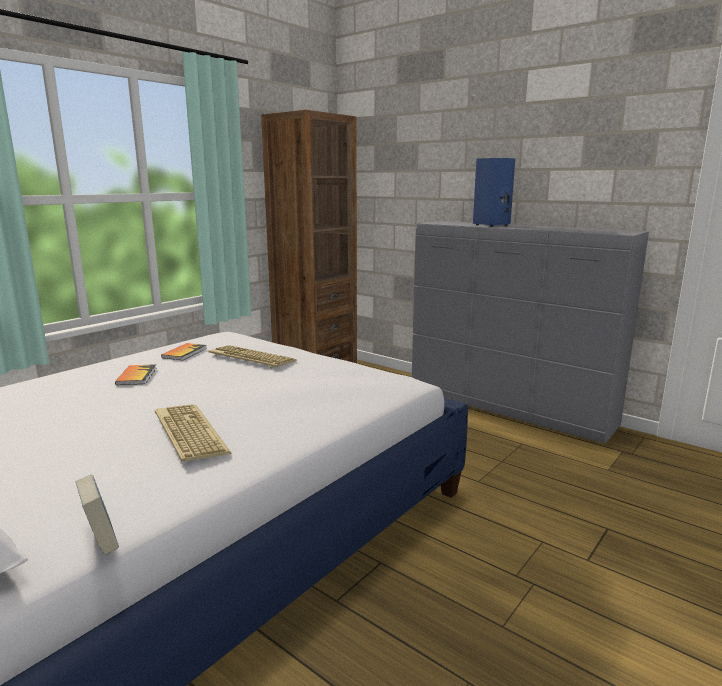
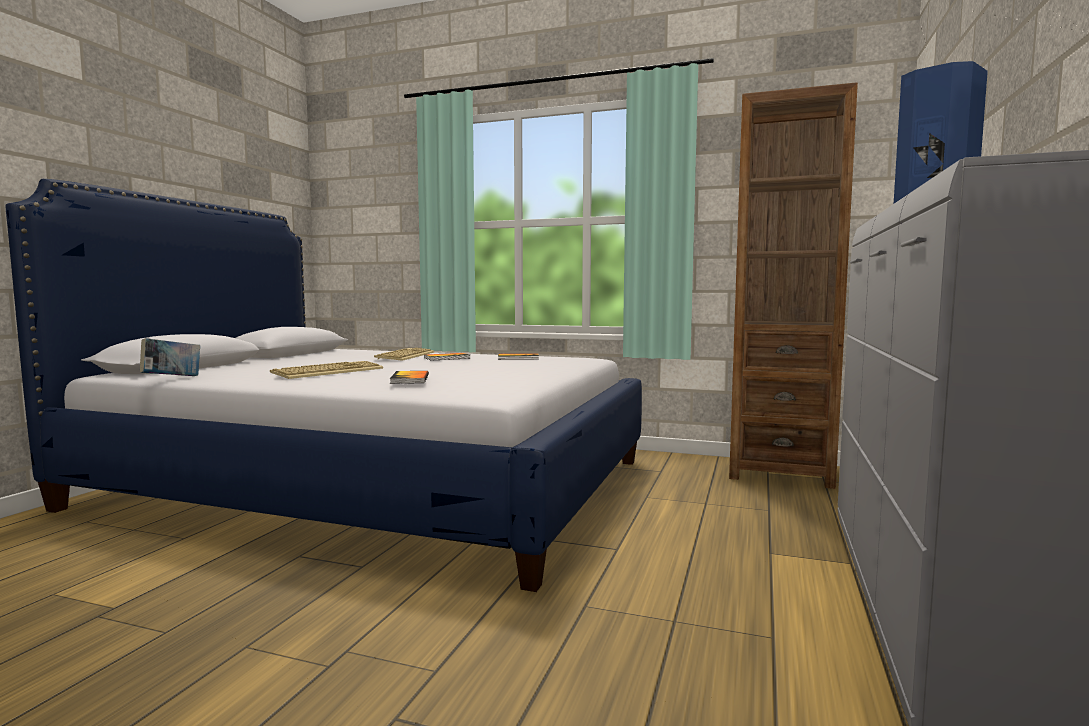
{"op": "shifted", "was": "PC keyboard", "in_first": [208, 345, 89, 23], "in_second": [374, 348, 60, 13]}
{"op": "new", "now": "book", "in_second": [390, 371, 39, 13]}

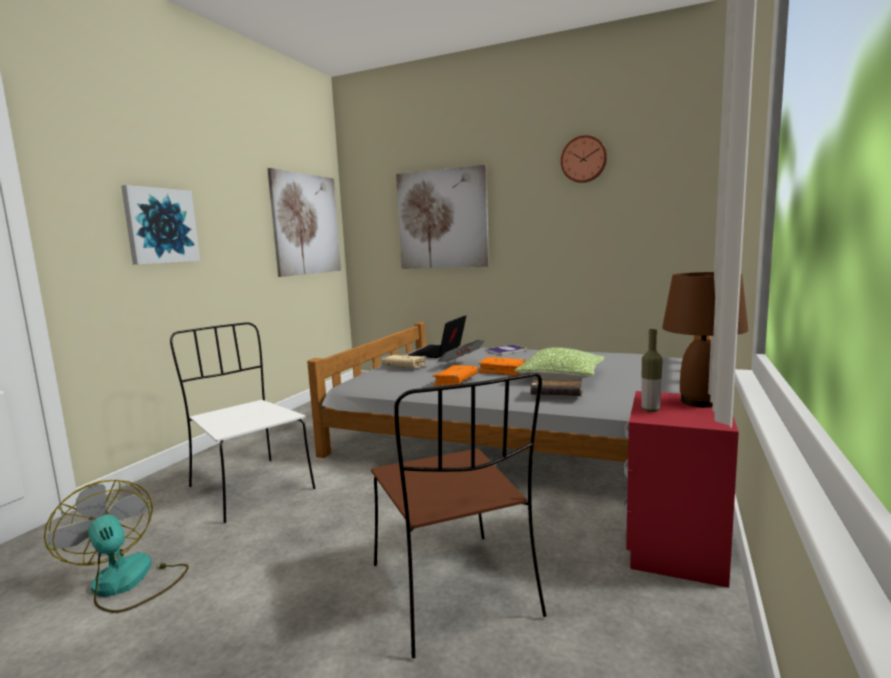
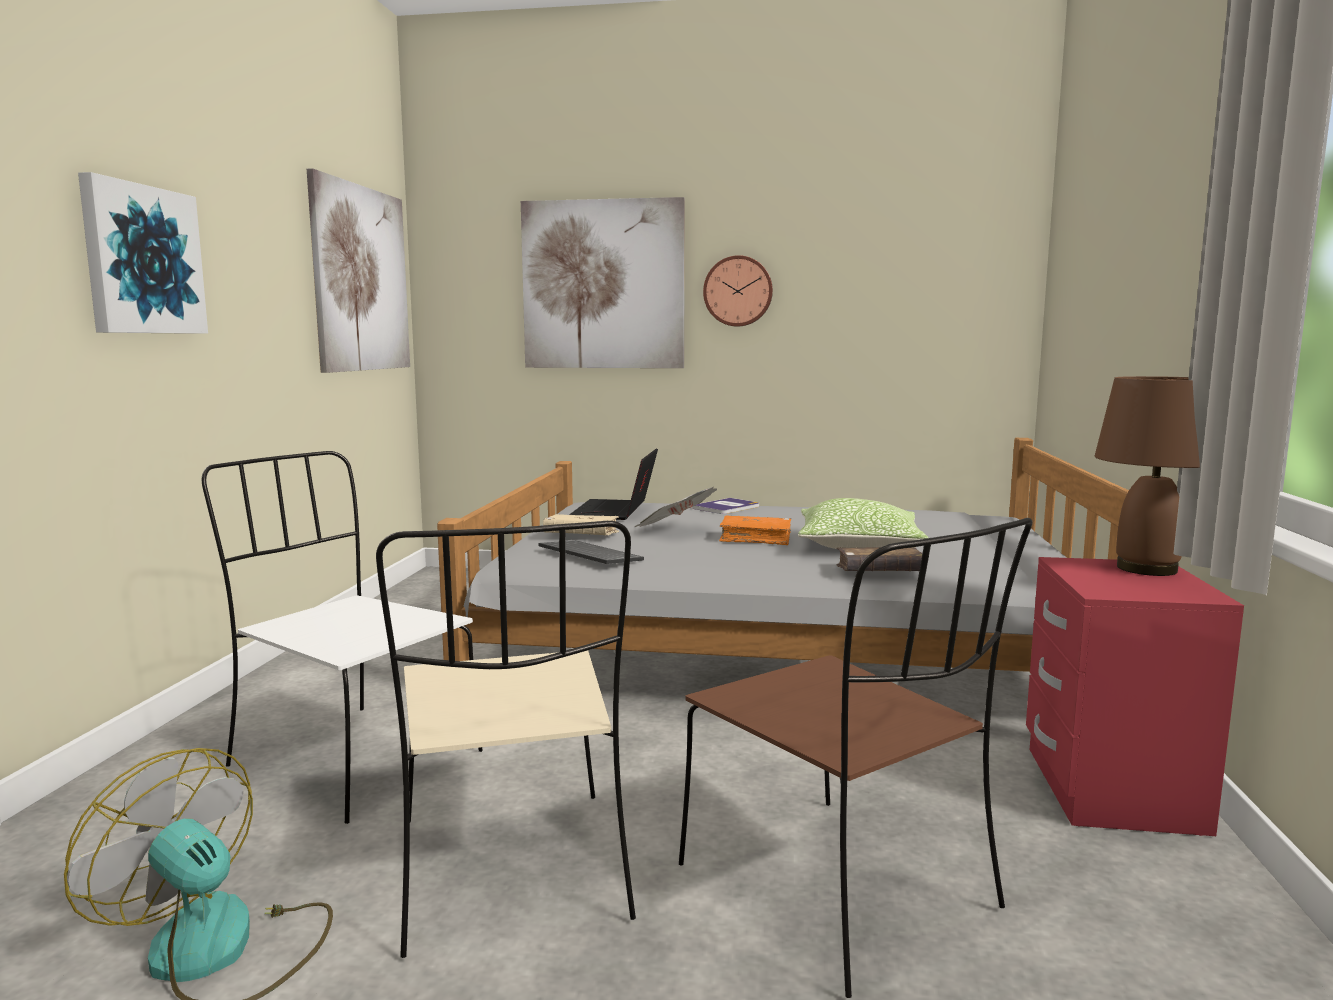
{"op": "gone", "was": "orange-coloured book", "in_first": [432, 365, 46, 21]}
{"op": "shifted", "was": "clock on the wall", "in_first": [561, 135, 46, 48], "in_second": [703, 255, 70, 72]}
{"op": "gone", "was": "drink bottle", "in_first": [641, 329, 22, 83]}
{"op": "new", "now": "beige-coloured plain chair", "in_second": [376, 521, 260, 437]}
{"op": "new", "now": "PC keyboard", "in_second": [538, 540, 106, 24]}

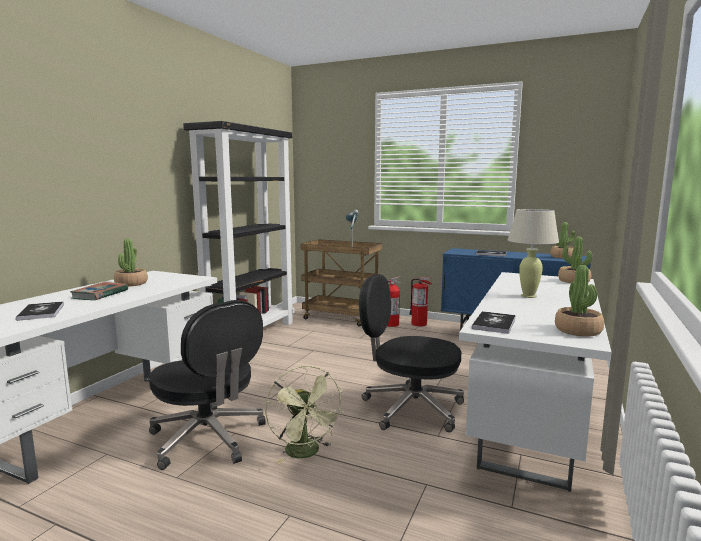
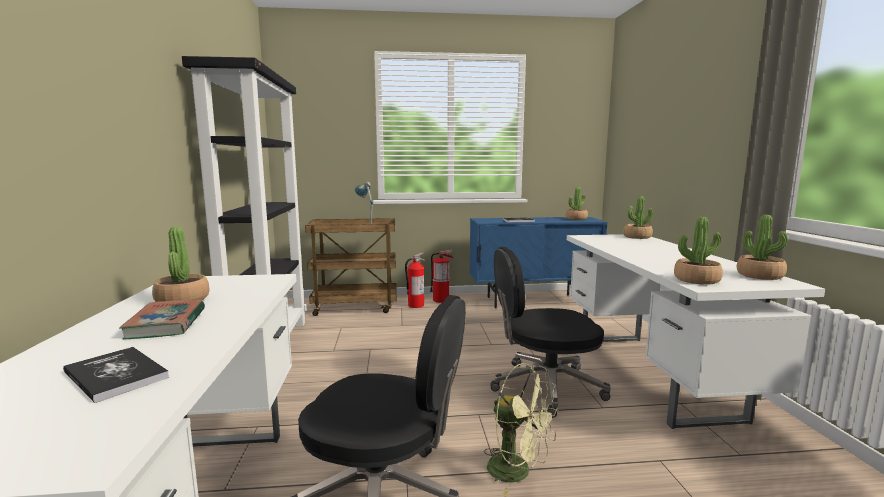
{"op": "swapped", "was": "book", "now": "plant in a pot", "in_first": [472, 311, 44, 23], "in_second": [674, 217, 49, 68]}
{"op": "gone", "was": "beige-coloured tabletop lamp", "in_first": [508, 209, 51, 89]}

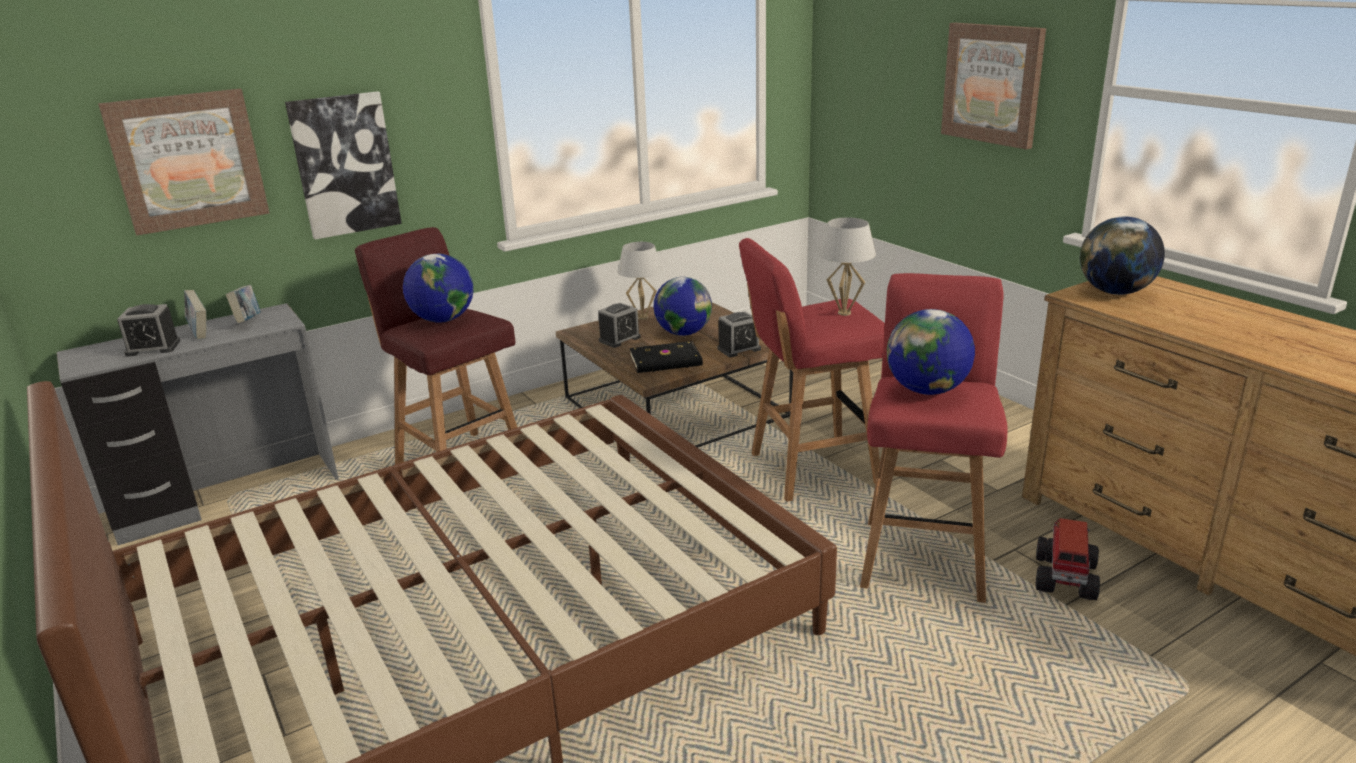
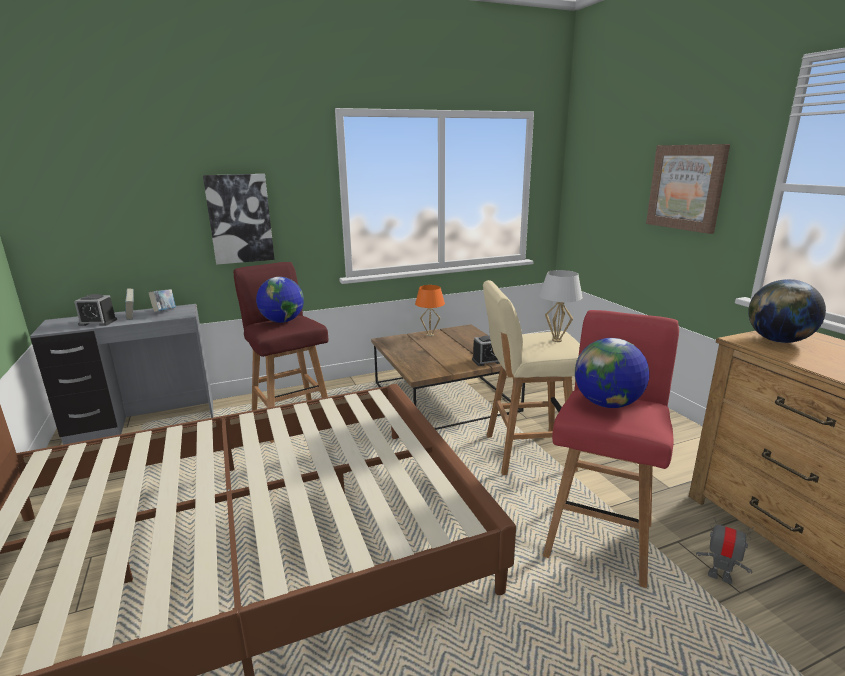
{"op": "gone", "was": "wall art", "in_first": [98, 89, 171, 146]}
{"op": "gone", "was": "alarm clock", "in_first": [598, 303, 43, 45]}
{"op": "repainted", "was": "white-coloured tabletop lamp", "now": "orange-coloured tabletop lamp", "in_first": [618, 242, 44, 78], "in_second": [415, 285, 30, 51]}
{"op": "gone", "was": "black book", "in_first": [630, 341, 73, 32]}
{"op": "gone", "was": "globe", "in_first": [654, 277, 58, 59]}
{"op": "repainted", "was": "red stool seat", "now": "beige-coloured stool seat", "in_first": [739, 238, 146, 264], "in_second": [483, 280, 97, 195]}
{"op": "swapped", "was": "model truck", "now": "robot figure", "in_first": [1035, 518, 65, 82], "in_second": [696, 517, 58, 67]}

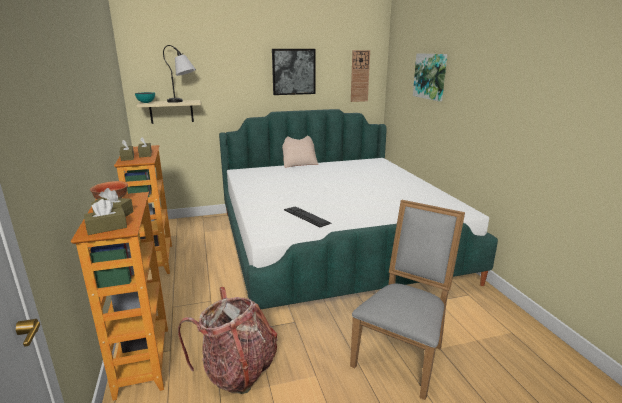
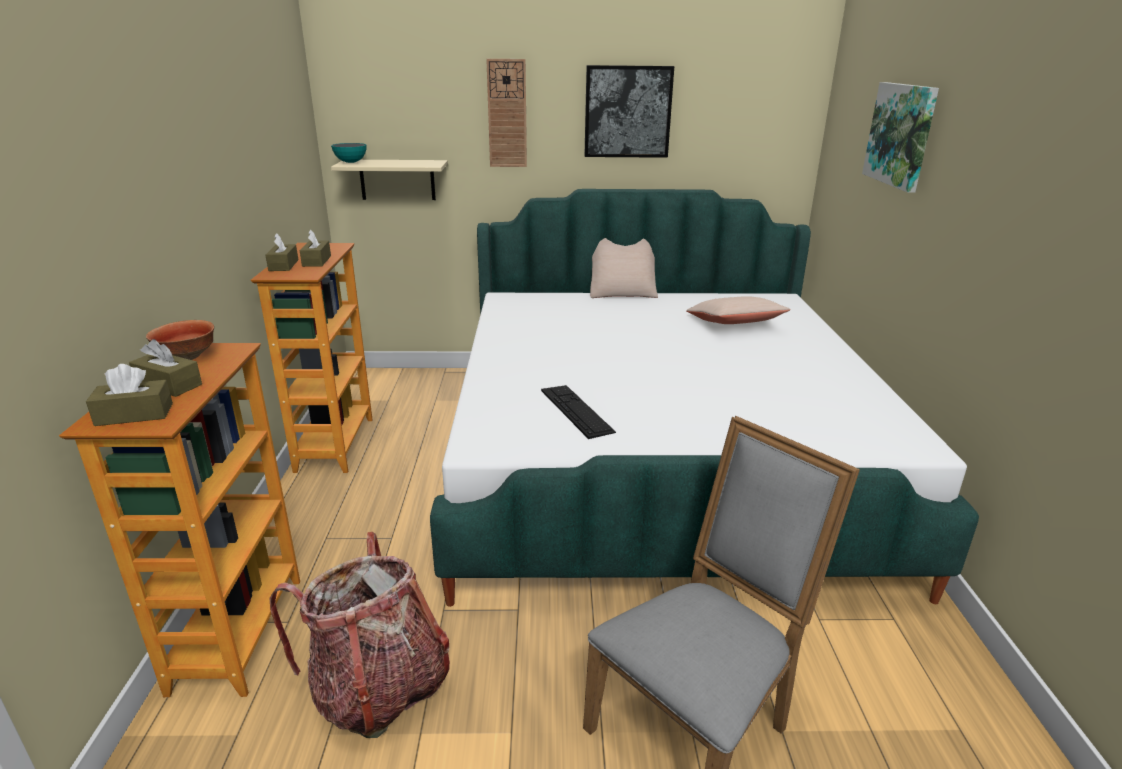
{"op": "gone", "was": "tabletop lamp", "in_first": [163, 45, 33, 58]}
{"op": "shifted", "was": "clock on the wall", "in_first": [351, 50, 19, 52], "in_second": [486, 59, 41, 108]}
{"op": "new", "now": "beige-coloured throw pillow", "in_second": [686, 296, 105, 28]}

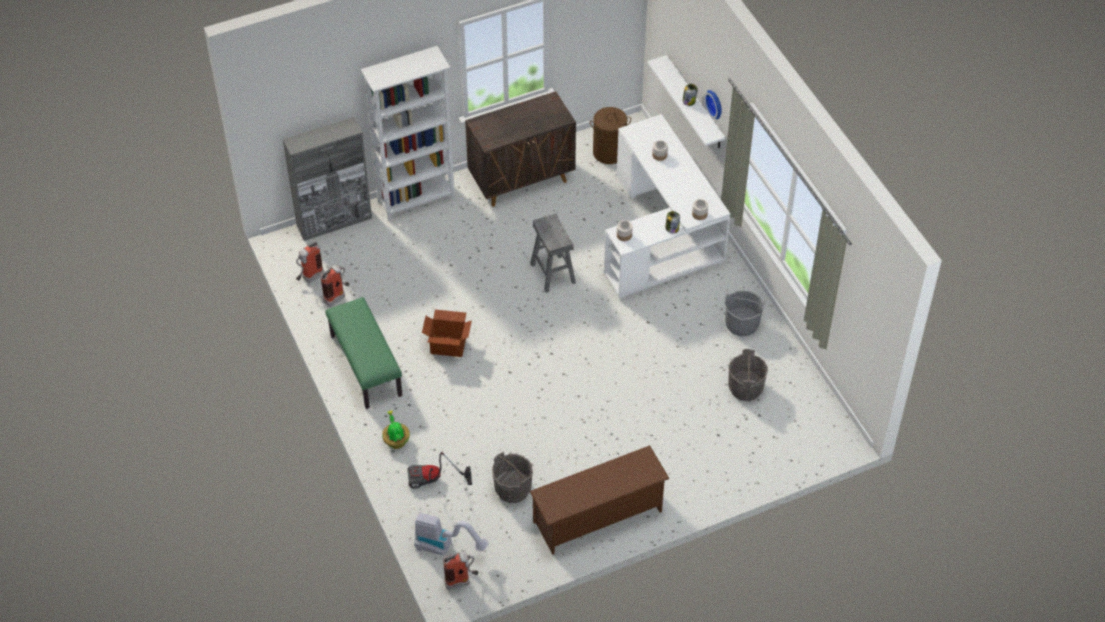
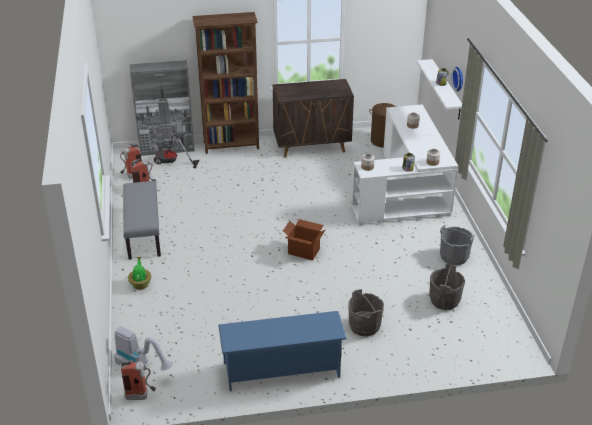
{"op": "repainted", "was": "green indoor bench", "now": "gray indoor bench", "in_first": [325, 297, 77, 112], "in_second": [123, 181, 38, 79]}
{"op": "repainted", "was": "white-coloured bookshelf", "now": "brownish bookshelf", "in_first": [361, 46, 94, 174], "in_second": [192, 12, 67, 142]}
{"op": "shifted", "was": "hoover", "in_first": [407, 452, 65, 36], "in_second": [154, 134, 45, 34]}
{"op": "shifted", "was": "carton", "in_first": [422, 309, 50, 48], "in_second": [283, 219, 42, 41]}
{"op": "shifted", "was": "gray water bucket", "in_first": [492, 452, 41, 51], "in_second": [348, 289, 36, 48]}
{"op": "gone", "was": "gray stool seat", "in_first": [530, 214, 46, 79]}
{"op": "repainted", "was": "brownish shoe shelf", "now": "blue shoe shelf", "in_first": [530, 445, 140, 110], "in_second": [218, 311, 129, 80]}

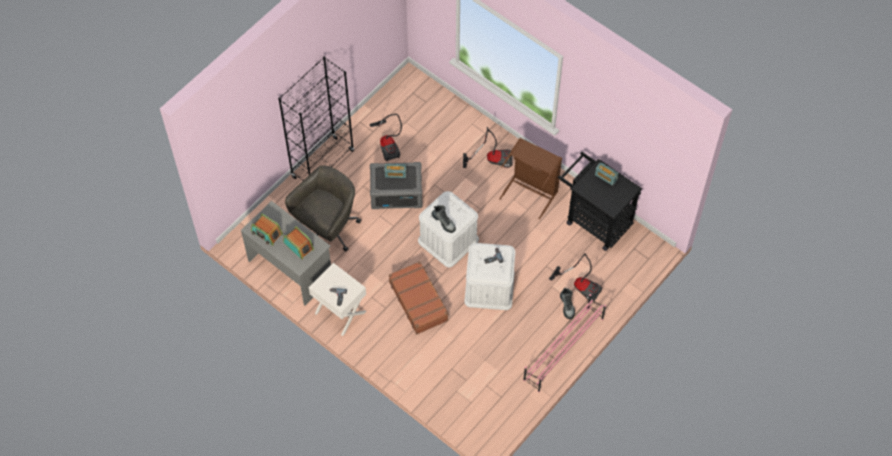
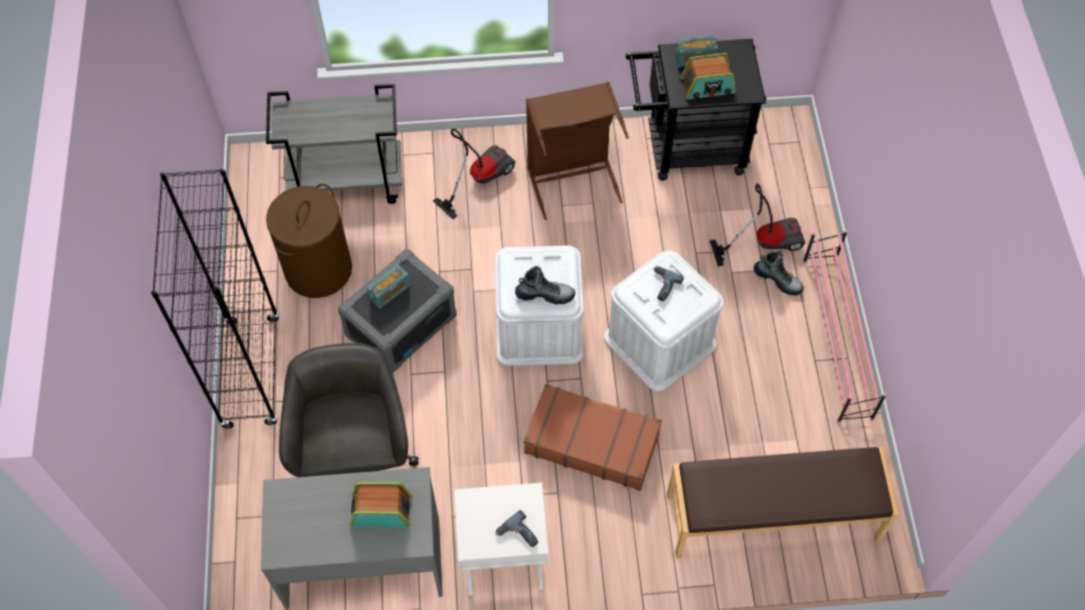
{"op": "shifted", "was": "radio receiver", "in_first": [251, 214, 32, 31], "in_second": [681, 53, 55, 46]}
{"op": "swapped", "was": "hoover", "now": "brownish laundry basket", "in_first": [369, 114, 33, 48], "in_second": [266, 184, 86, 114]}
{"op": "new", "now": "gray cart", "in_second": [266, 84, 136, 120]}
{"op": "new", "now": "brownish indoor bench", "in_second": [667, 447, 232, 111]}

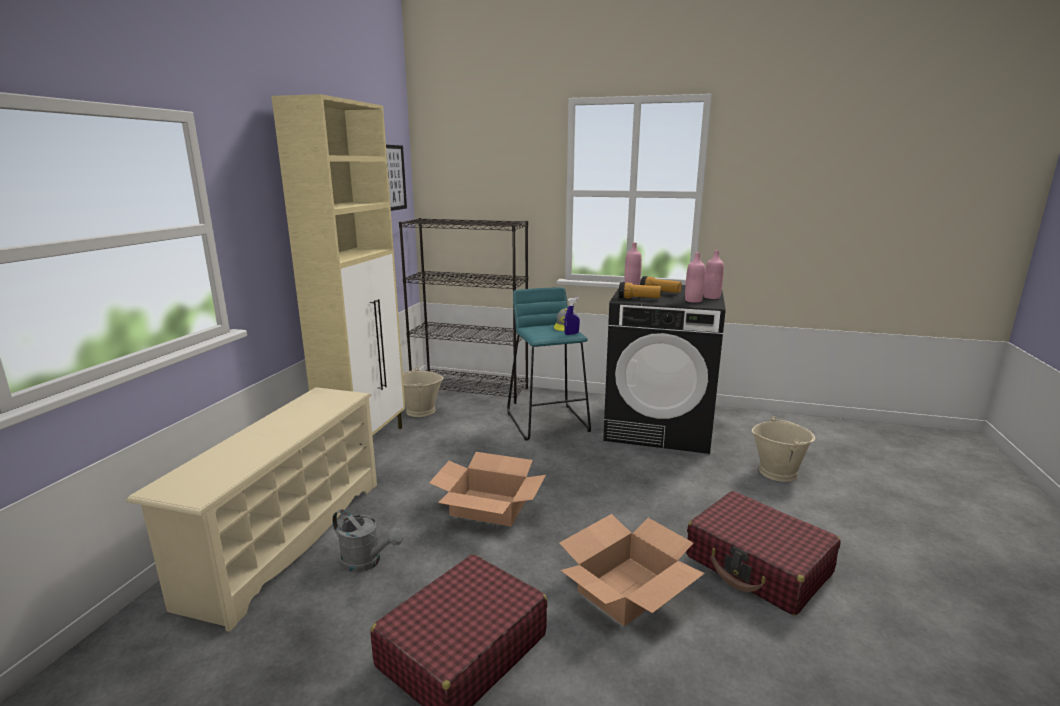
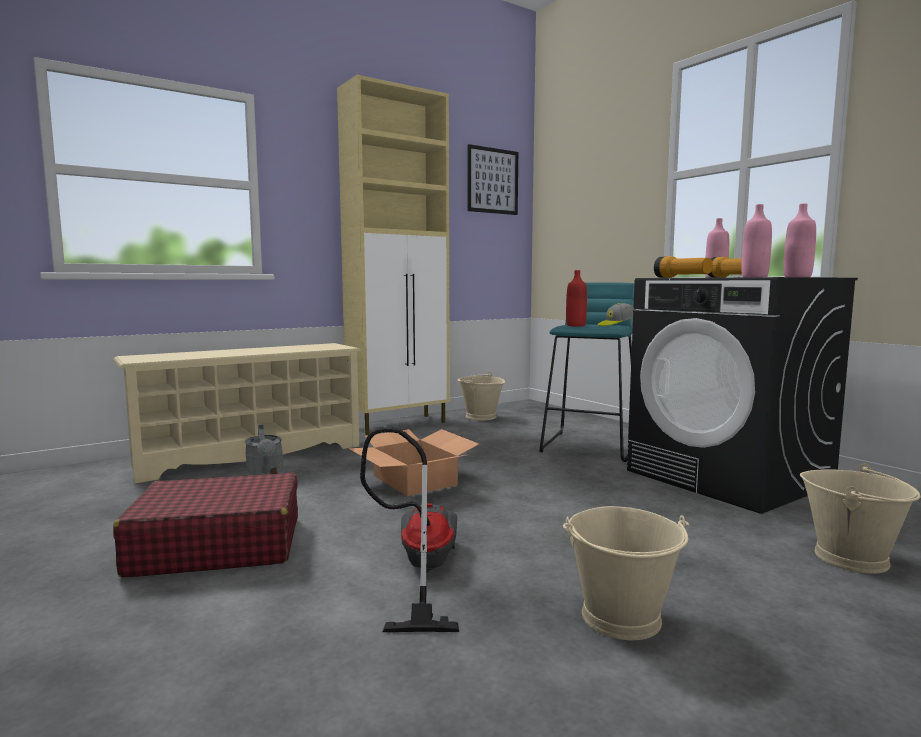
{"op": "gone", "was": "black bookshelf", "in_first": [399, 218, 129, 186]}
{"op": "swapped", "was": "carton", "now": "hoover", "in_first": [559, 514, 146, 112], "in_second": [360, 427, 99, 205]}
{"op": "gone", "was": "blue spray bottle", "in_first": [564, 298, 16, 37]}
{"op": "swapped", "was": "red piece of luggage", "now": "beige-coloured water bucket", "in_first": [686, 491, 155, 125], "in_second": [563, 506, 126, 134]}
{"op": "new", "now": "red drink bottle", "in_second": [566, 270, 21, 56]}

